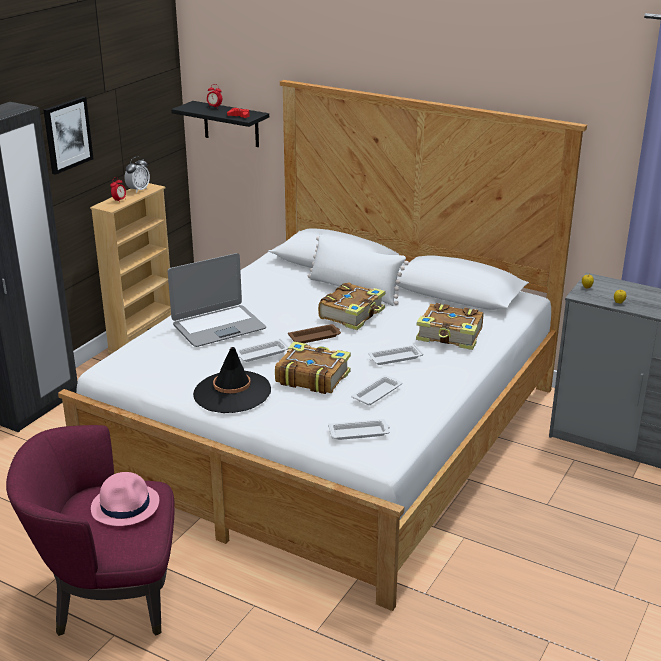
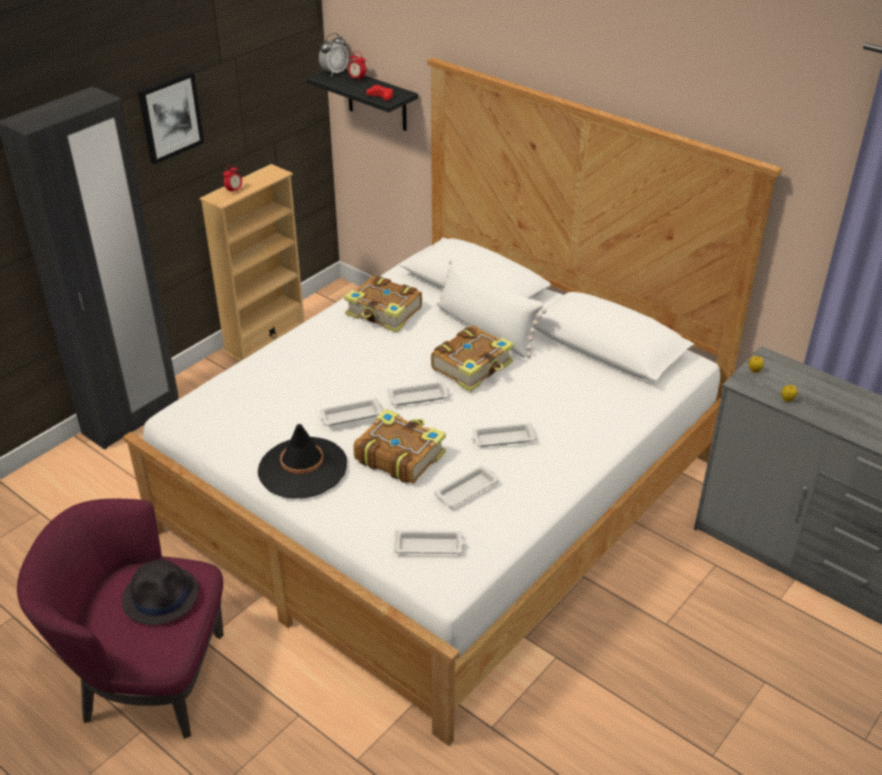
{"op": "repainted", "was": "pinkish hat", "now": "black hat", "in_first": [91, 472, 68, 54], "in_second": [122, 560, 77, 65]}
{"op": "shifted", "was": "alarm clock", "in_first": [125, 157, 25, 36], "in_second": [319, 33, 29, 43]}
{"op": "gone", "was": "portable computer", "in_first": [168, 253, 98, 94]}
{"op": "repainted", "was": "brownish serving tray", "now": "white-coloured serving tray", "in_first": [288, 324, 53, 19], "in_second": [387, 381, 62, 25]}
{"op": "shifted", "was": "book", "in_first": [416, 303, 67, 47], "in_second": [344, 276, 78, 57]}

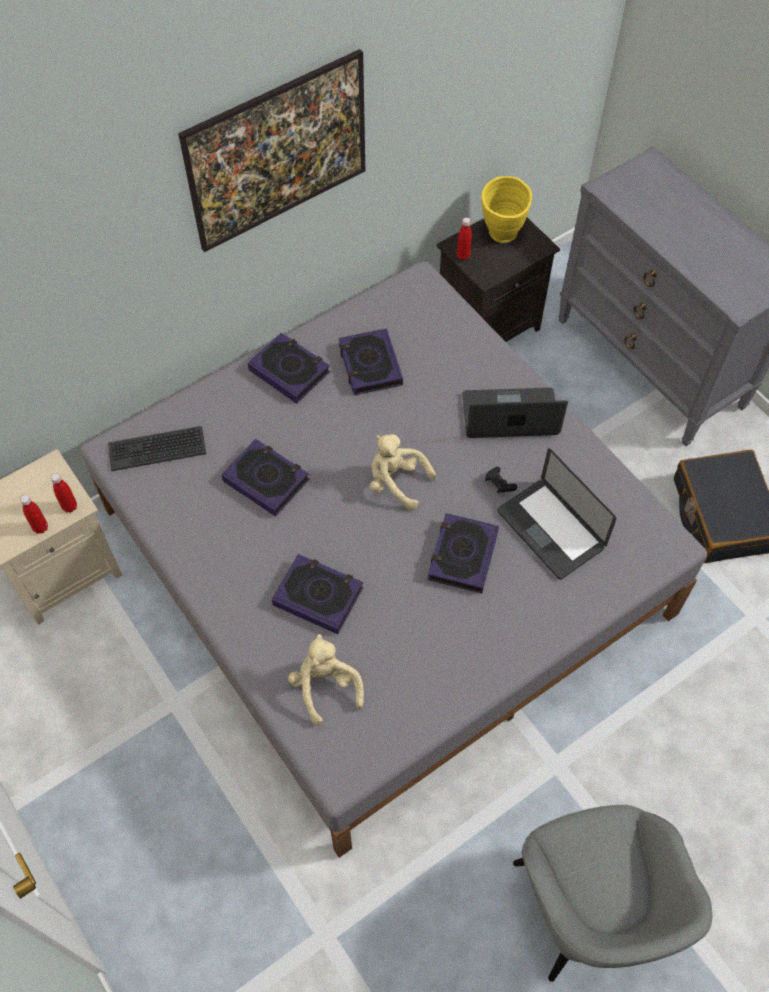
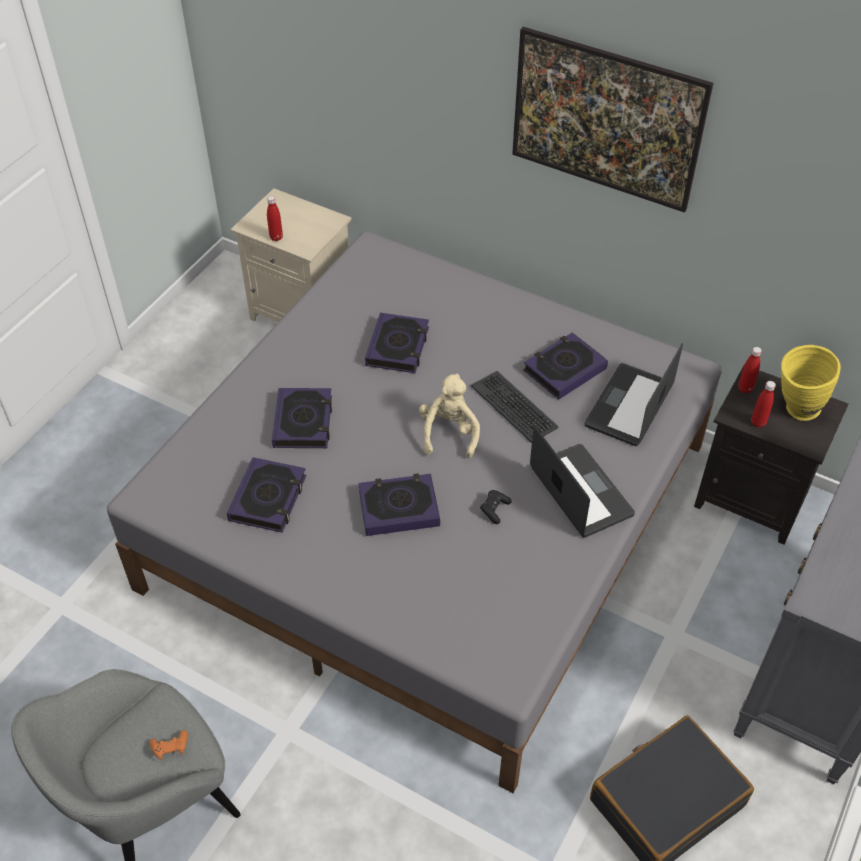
{"op": "shifted", "was": "red drink bottle", "in_first": [51, 473, 26, 40], "in_second": [751, 381, 25, 47]}
{"op": "shifted", "was": "PC keyboard", "in_first": [108, 426, 98, 45], "in_second": [471, 371, 88, 72]}
{"op": "shifted", "was": "book", "in_first": [248, 333, 82, 71], "in_second": [227, 457, 79, 76]}
{"op": "gone", "was": "beige-coloured soft toy", "in_first": [288, 634, 76, 91]}
{"op": "shifted", "was": "portable computer", "in_first": [498, 448, 119, 132], "in_second": [585, 343, 98, 103]}
{"op": "new", "now": "orange-coloured gamepad", "in_second": [149, 730, 39, 30]}

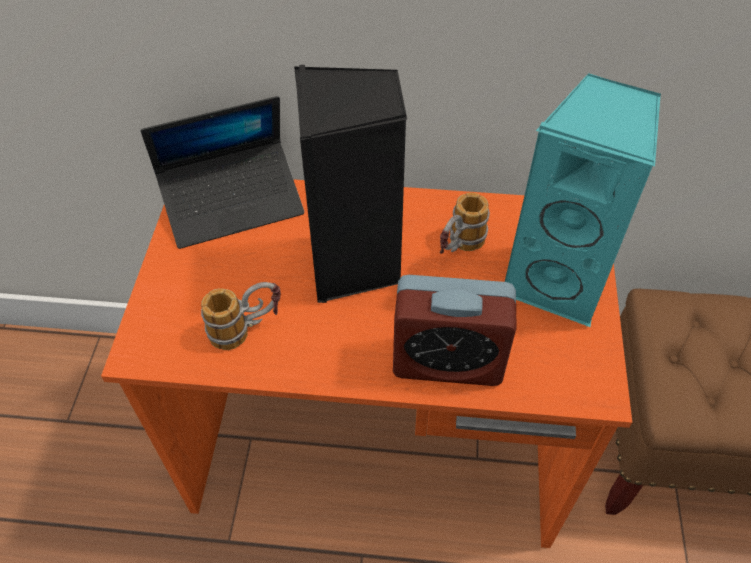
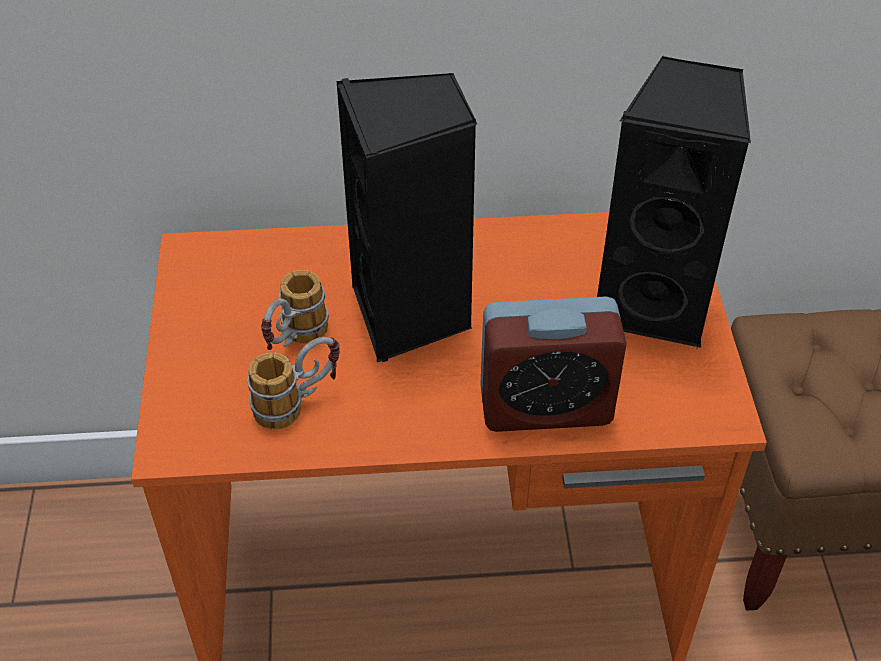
{"op": "gone", "was": "portable computer", "in_first": [141, 96, 163, 153]}
{"op": "shifted", "was": "mug", "in_first": [440, 193, 50, 61], "in_second": [261, 270, 68, 80]}
{"op": "repainted", "was": "turquoise-coloured speaker", "now": "black speaker", "in_first": [505, 73, 156, 254], "in_second": [597, 56, 154, 292]}

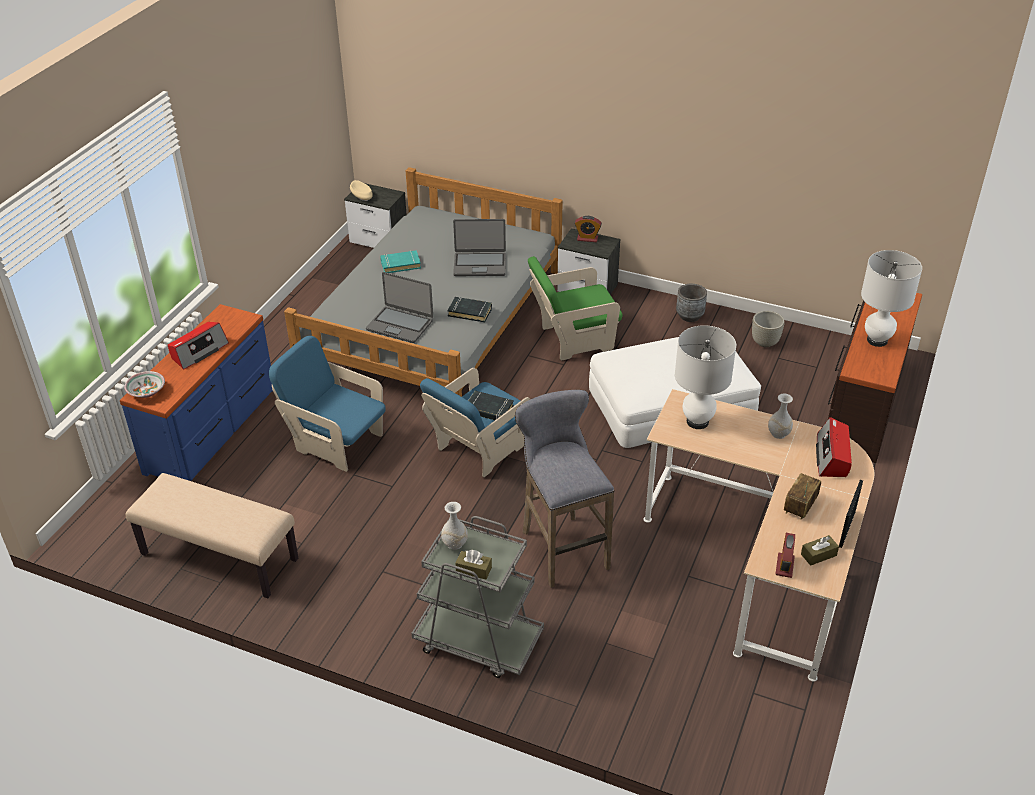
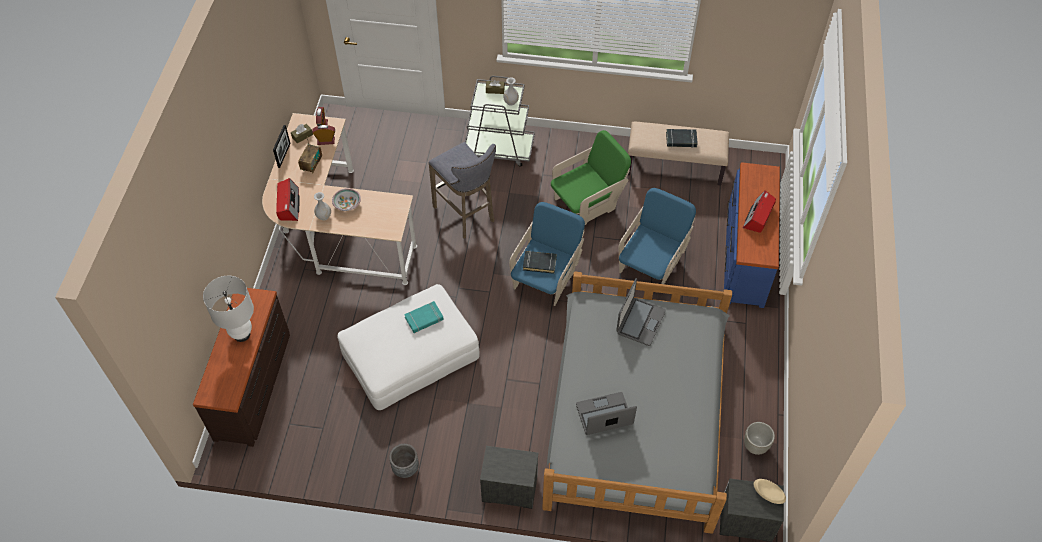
{"op": "shifted", "was": "deep dish", "in_first": [124, 371, 41, 27], "in_second": [332, 188, 29, 23]}
{"op": "rotated", "was": "blue easy chair", "in_first": [269, 336, 117, 136], "in_second": [618, 188, 78, 96], "clockwise": -75}
{"op": "rotated", "was": "portable computer", "in_first": [366, 272, 67, 71], "in_second": [616, 278, 50, 68], "clockwise": 105}
{"op": "shifted", "was": "turquoise-coloured book", "in_first": [380, 250, 41, 23], "in_second": [404, 301, 40, 32]}
{"op": "shifted", "was": "black book", "in_first": [448, 297, 44, 25], "in_second": [666, 129, 32, 18]}
{"op": "shifted", "was": "green easy chair", "in_first": [528, 256, 95, 104], "in_second": [551, 130, 80, 95]}
{"op": "shifted", "was": "alarm clock", "in_first": [575, 216, 27, 26], "in_second": [312, 125, 23, 20]}
{"op": "gone", "was": "white-coloured tabletop lamp", "in_first": [675, 325, 61, 104]}
{"op": "shifted", "was": "gray plant pot", "in_first": [752, 311, 33, 36], "in_second": [744, 422, 31, 33]}

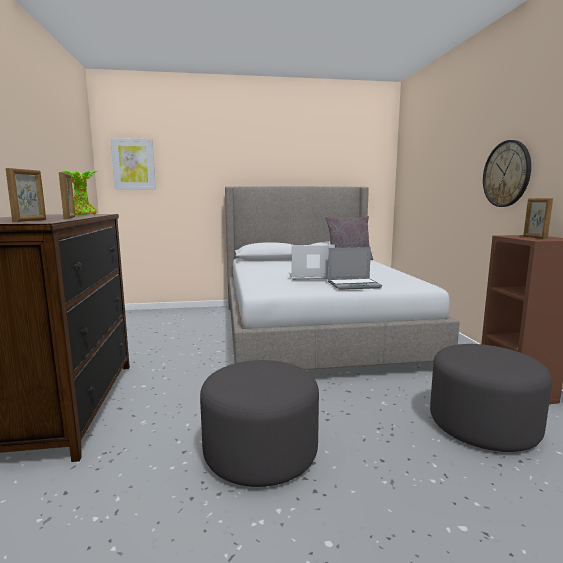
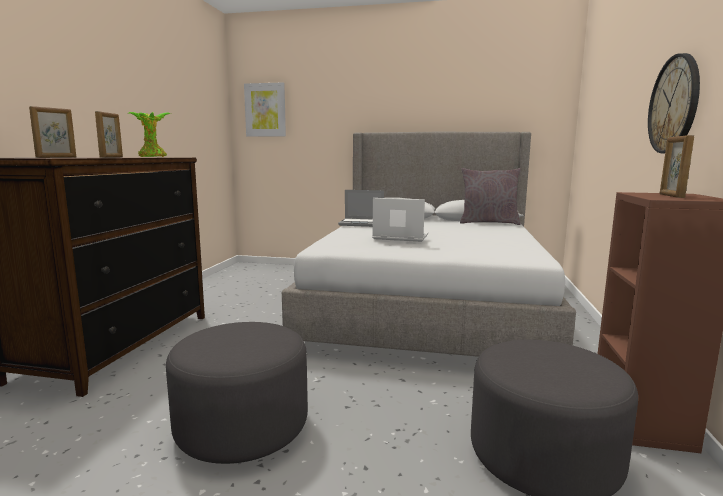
{"op": "shifted", "was": "portable computer", "in_first": [328, 247, 54, 43], "in_second": [338, 190, 46, 37]}

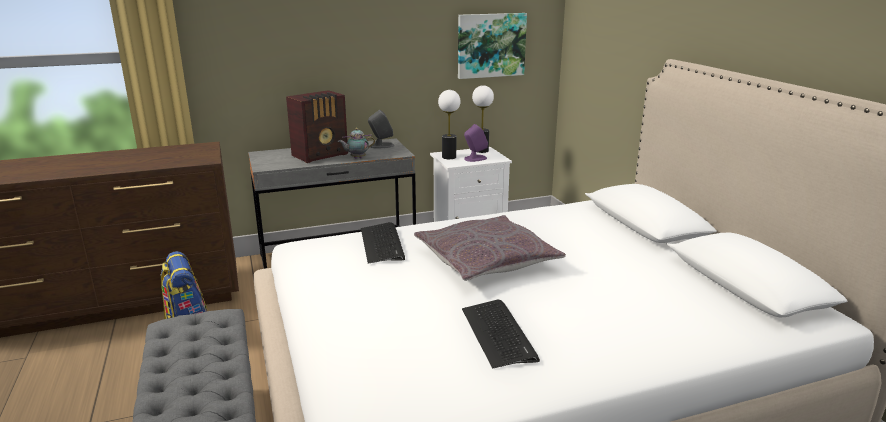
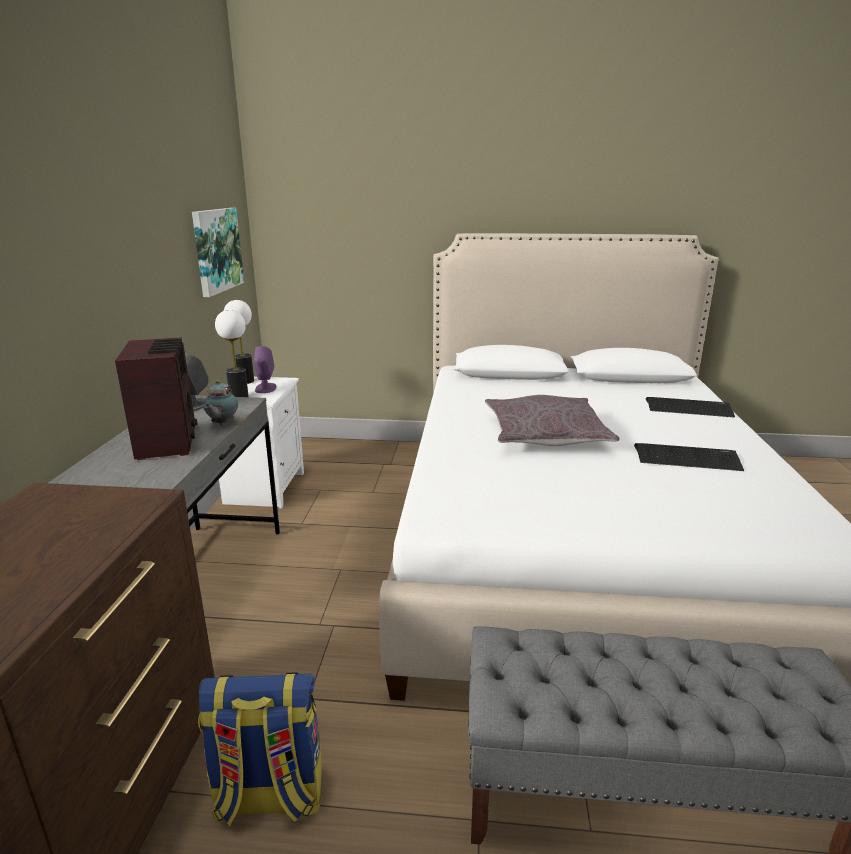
{"op": "shifted", "was": "PC keyboard", "in_first": [361, 222, 44, 42], "in_second": [646, 397, 89, 21]}

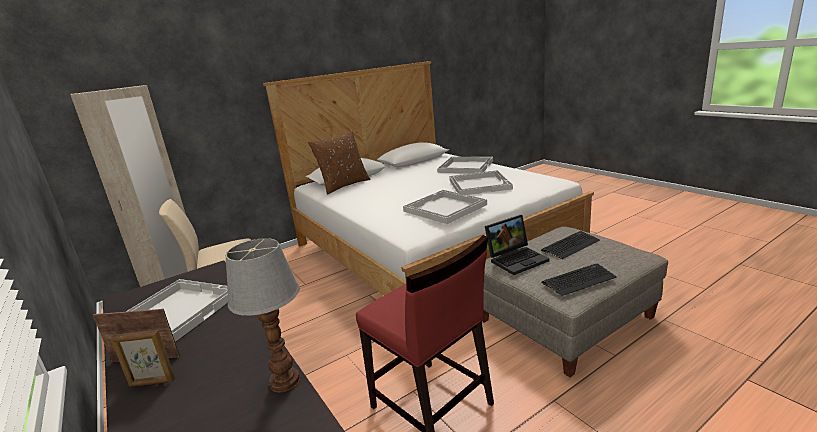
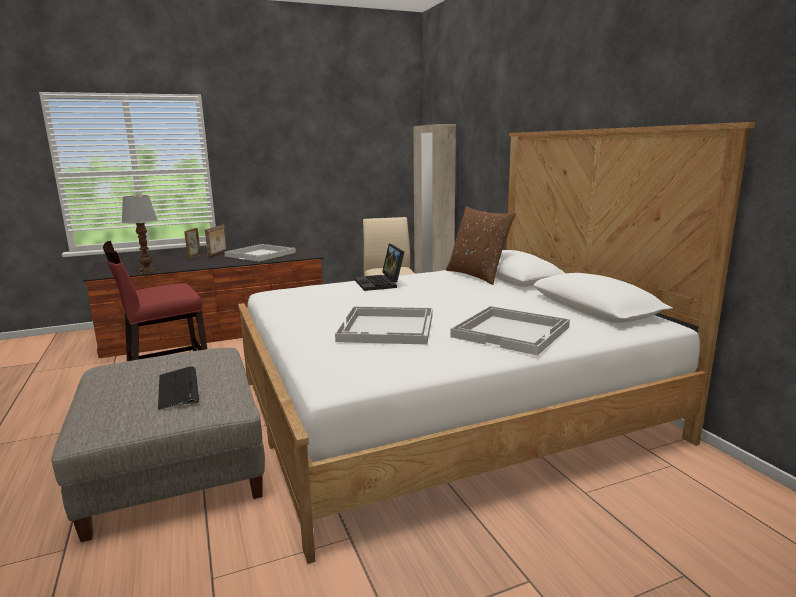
{"op": "gone", "was": "white-coloured serving tray", "in_first": [403, 190, 84, 34]}
{"op": "shifted", "was": "portable computer", "in_first": [485, 215, 65, 60], "in_second": [355, 244, 49, 47]}
{"op": "gone", "was": "PC keyboard", "in_first": [541, 264, 76, 32]}

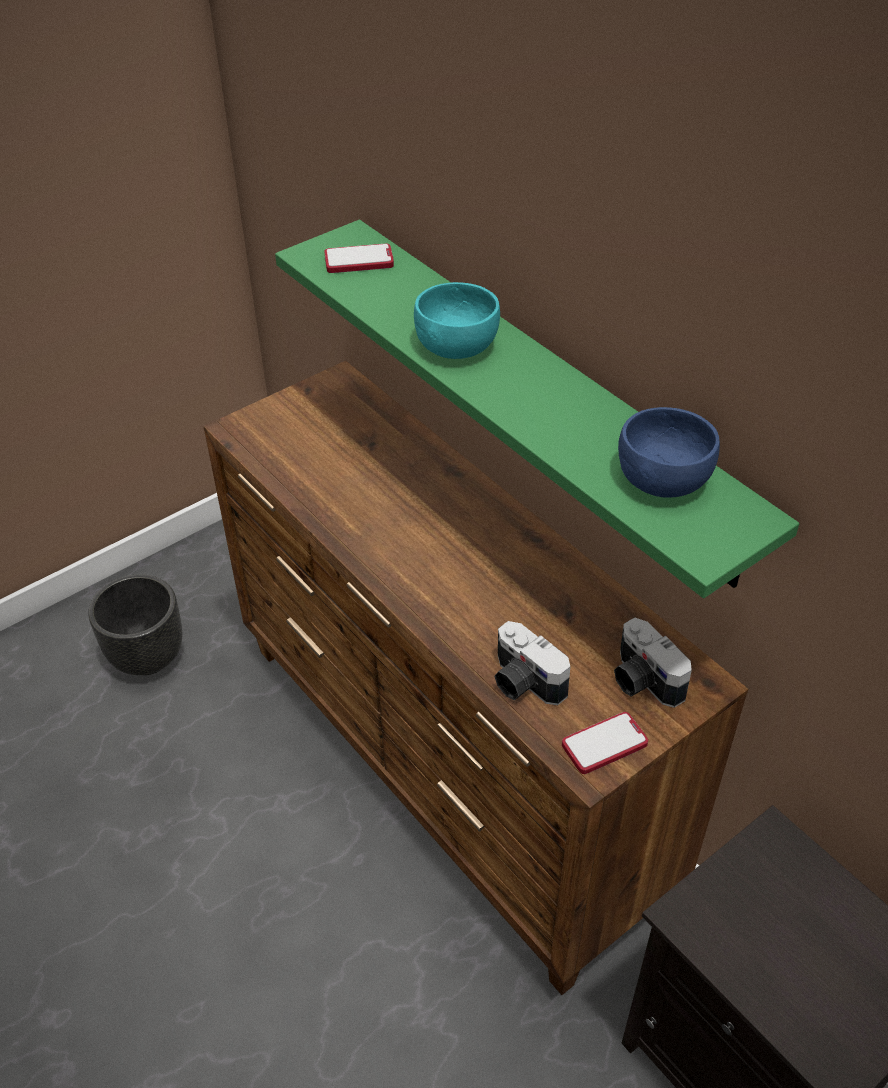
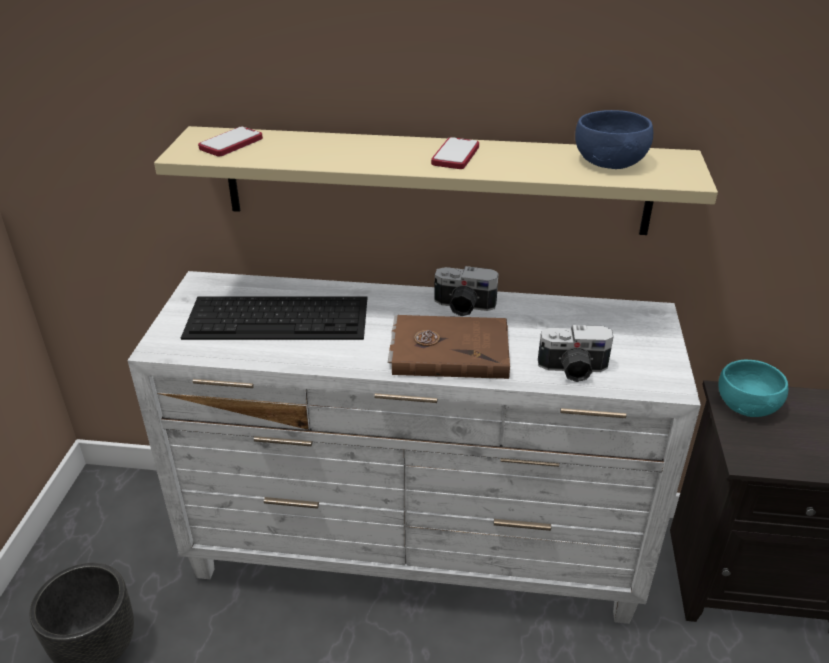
{"op": "repainted", "was": "brownish dresser", "now": "white-coloured dresser", "in_first": [204, 361, 544, 634], "in_second": [127, 271, 574, 353]}
{"op": "repainted", "was": "green shelf", "now": "beige-coloured shelf", "in_first": [275, 220, 524, 378], "in_second": [154, 126, 564, 109]}
{"op": "shifted", "was": "turquoise-coloured deep dish", "in_first": [414, 282, 86, 77], "in_second": [719, 360, 69, 57]}
{"op": "shifted", "was": "handset", "in_first": [562, 712, 86, 62], "in_second": [431, 137, 48, 32]}
{"op": "shifted", "was": "photo camera", "in_first": [614, 618, 78, 90], "in_second": [434, 266, 65, 50]}
{"op": "new", "now": "PC keyboard", "in_second": [181, 296, 186, 44]}
{"op": "new", "now": "brownish book", "in_second": [388, 315, 122, 64]}

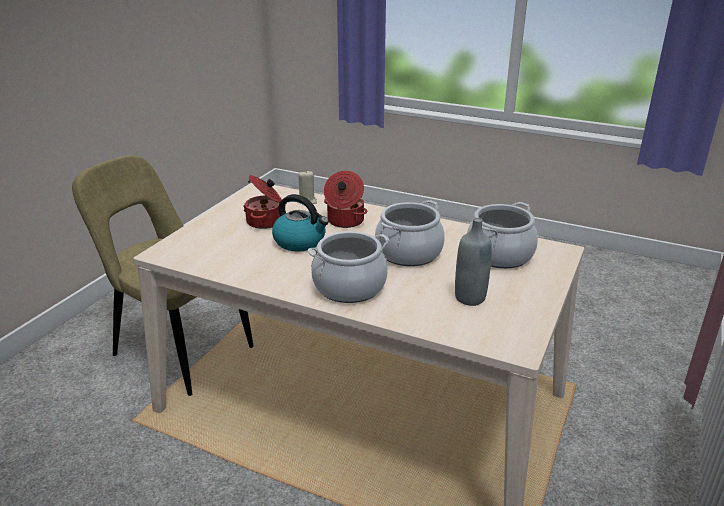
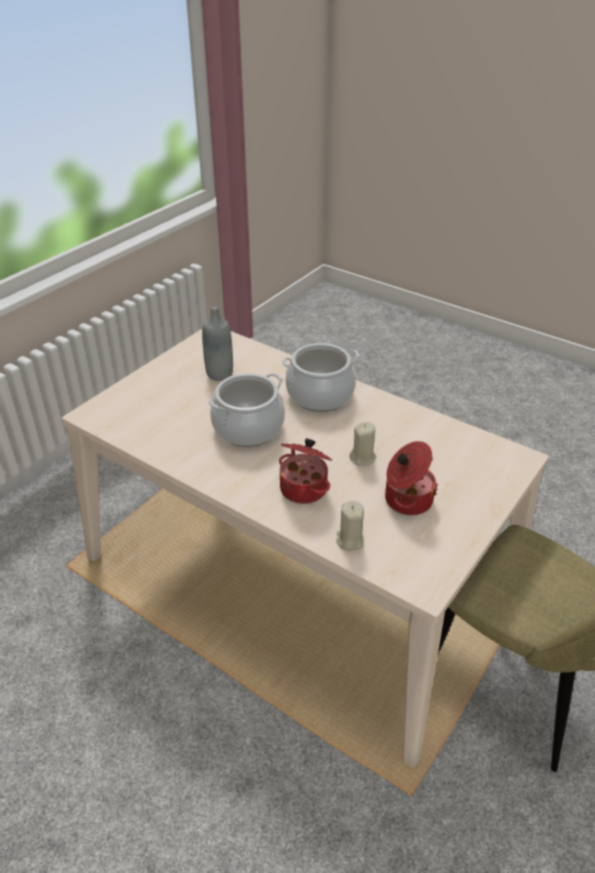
{"op": "swapped", "was": "water kettle", "now": "beige-coloured wax candle", "in_first": [272, 194, 57, 57], "in_second": [349, 422, 27, 44]}
{"op": "gone", "was": "cooking pot", "in_first": [467, 202, 71, 66]}

